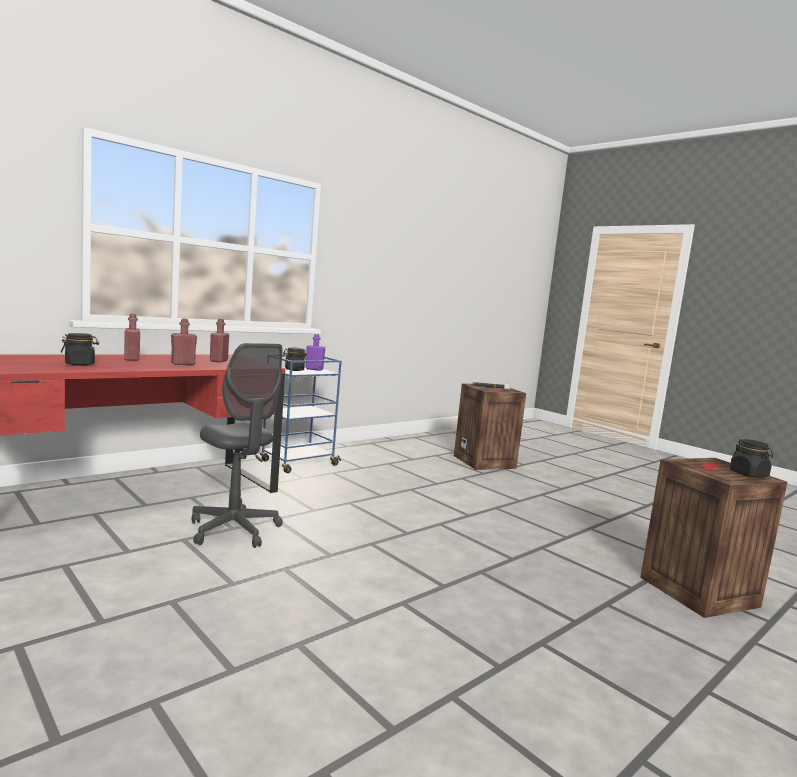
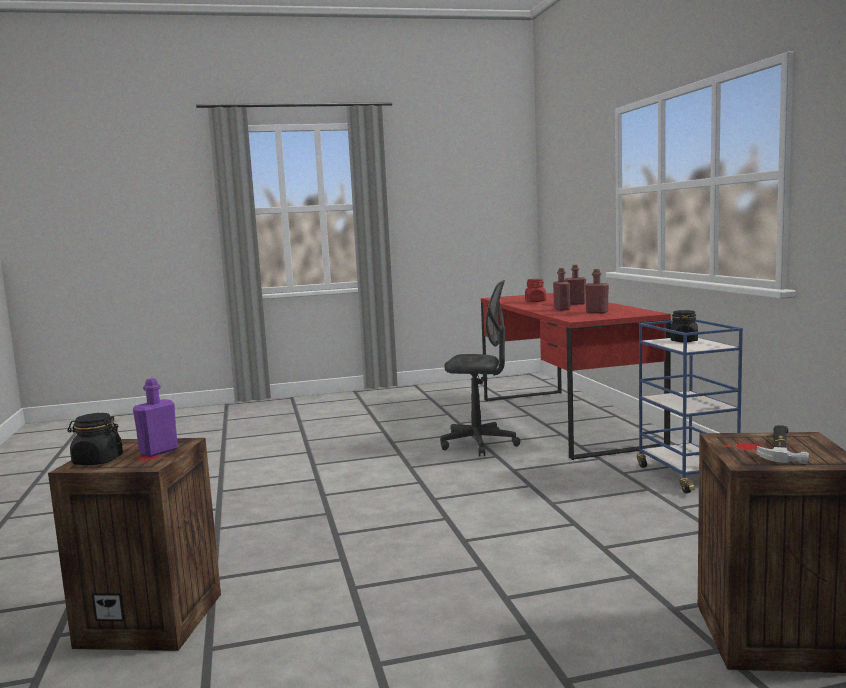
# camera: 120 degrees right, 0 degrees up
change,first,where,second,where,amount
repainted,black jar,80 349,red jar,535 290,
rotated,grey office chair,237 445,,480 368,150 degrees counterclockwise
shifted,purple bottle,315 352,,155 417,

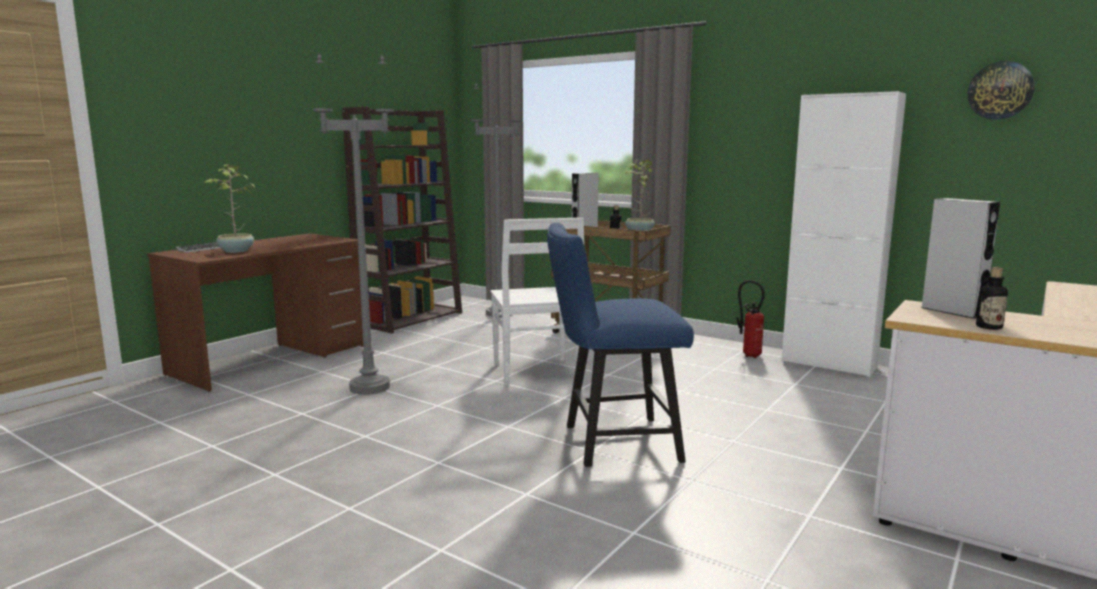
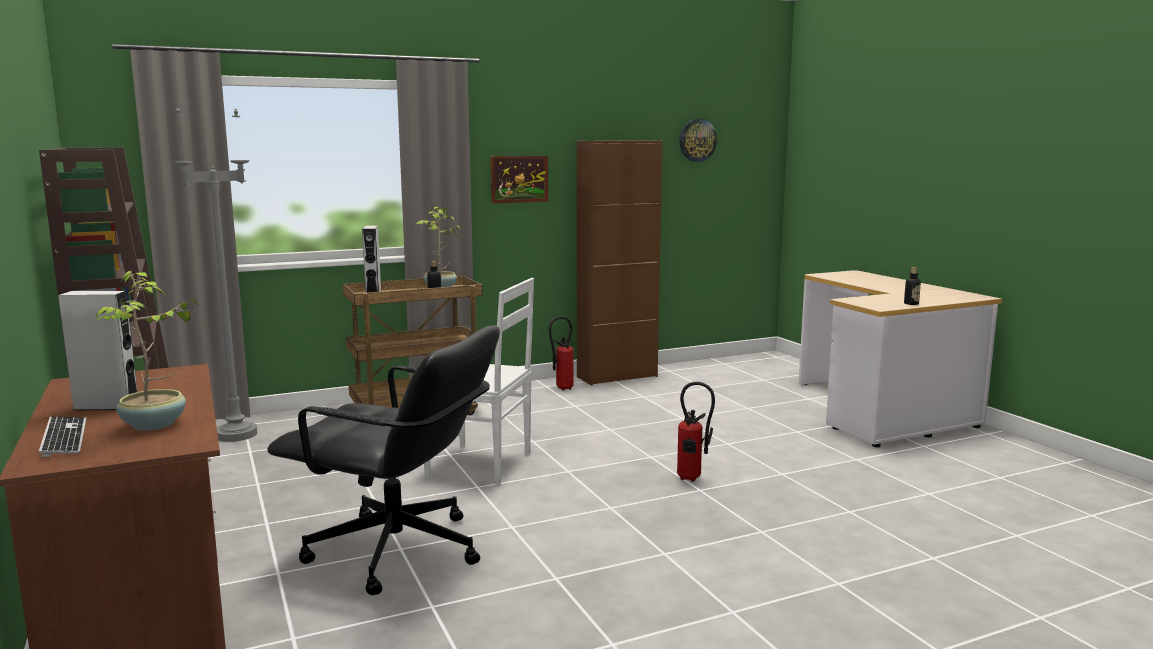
# camera: 60 degrees left, 0 degrees up
change,first,where,second,where,amount
swapped,grey floor lamp,353 224,black office chair,383 460,
swapped,blue chair,620 345,fire extinguisher,696 432,
repainted,white cabinet,843 234,brown cabinet,620 263,
shifted,grey speaker,960 258,,98 350,
new,,,picture,519 179,

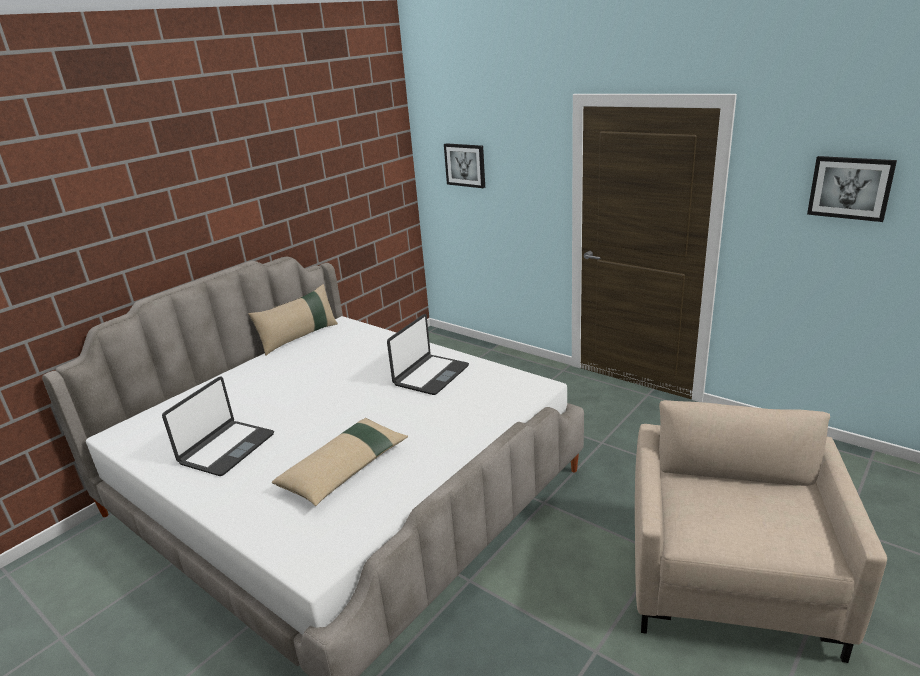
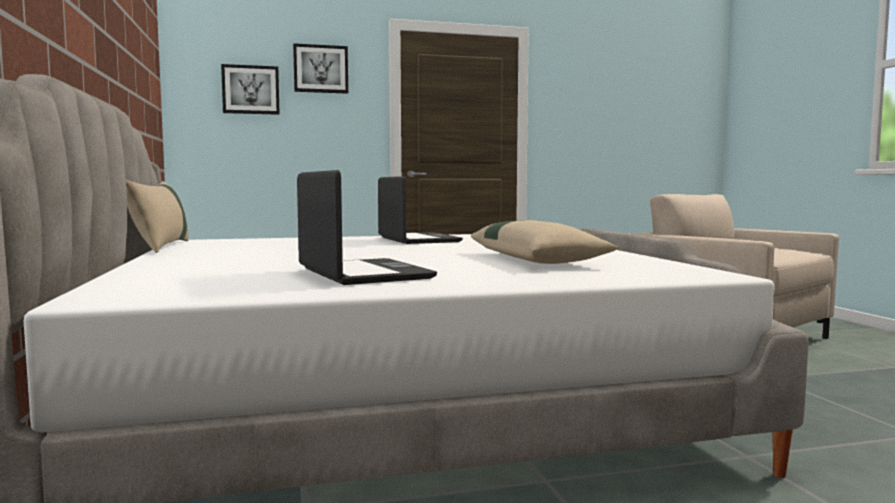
# camera: 55 degrees left, 20 degrees down
change,first,where,second,where,amount
shifted,picture,852 189,,320 68,

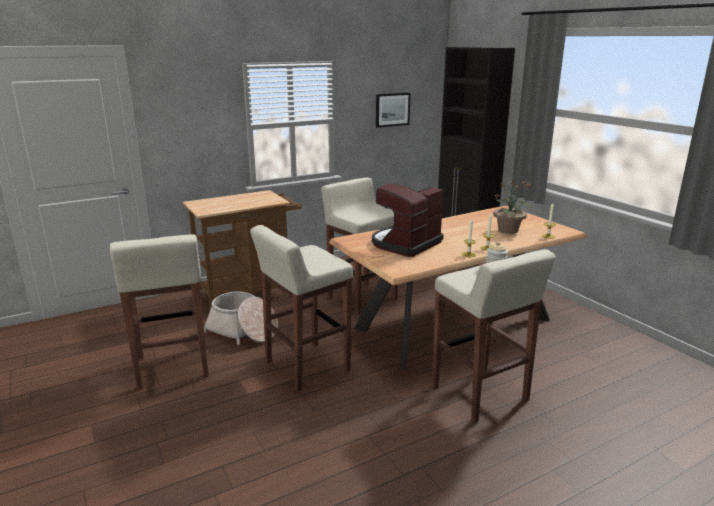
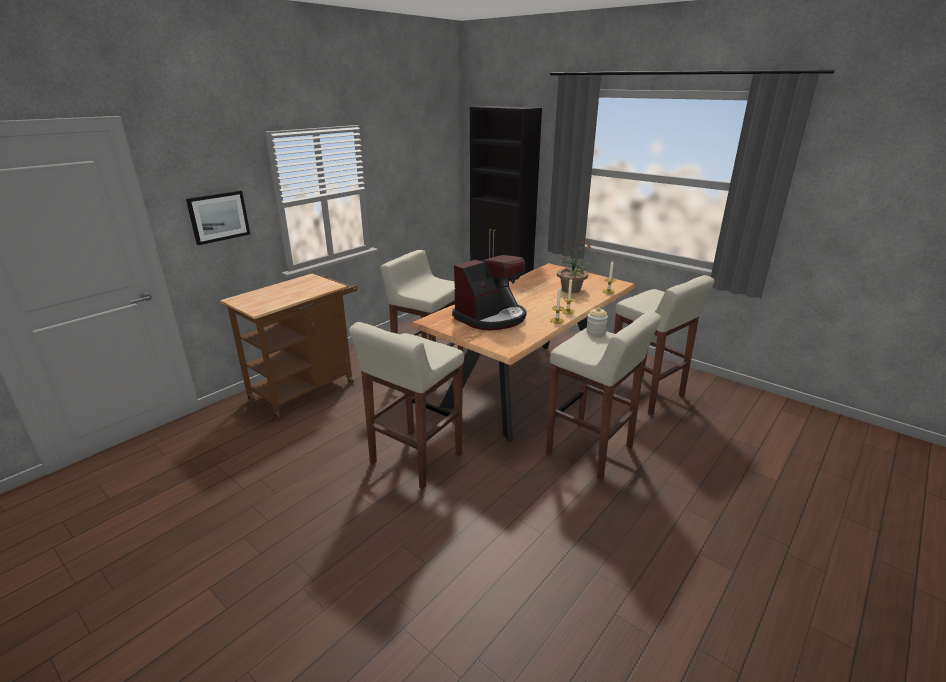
# camera: 20 degrees left, 5 degrees up
change,first,where,second,where,amount
shifted,beige stool,159 311,,664 345,
gone,basket,241 318,,,
rotated,coffee machine,408 220,,489 292,150 degrees counterclockwise
shifted,picture,393 110,,218 218,

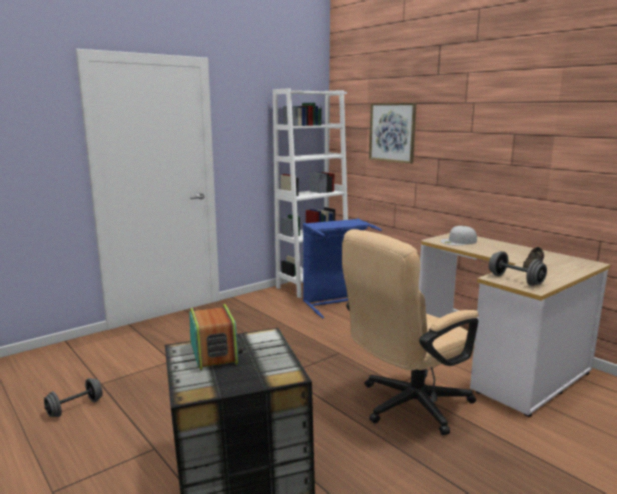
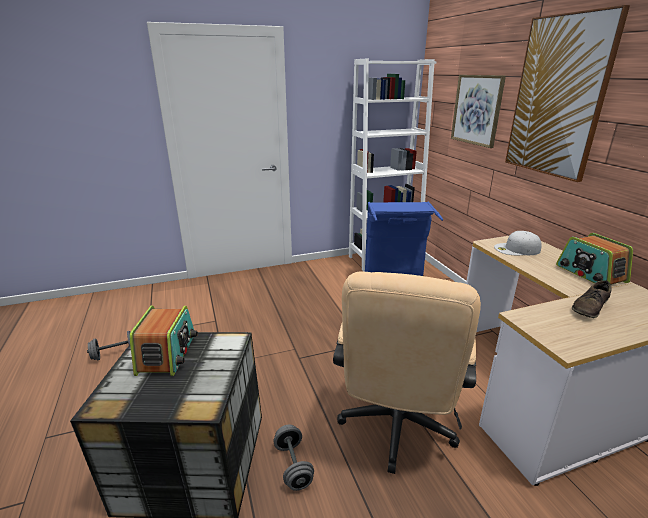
# camera: 20 degrees right, 10 degrees up
change,first,where,second,where,amount
rotated,beige office chair,410 332,,407 372,60 degrees counterclockwise
shifted,grey dumbbell,518 268,,294 458,
new,,,picture,567 93,
new,,,radio,594 259,

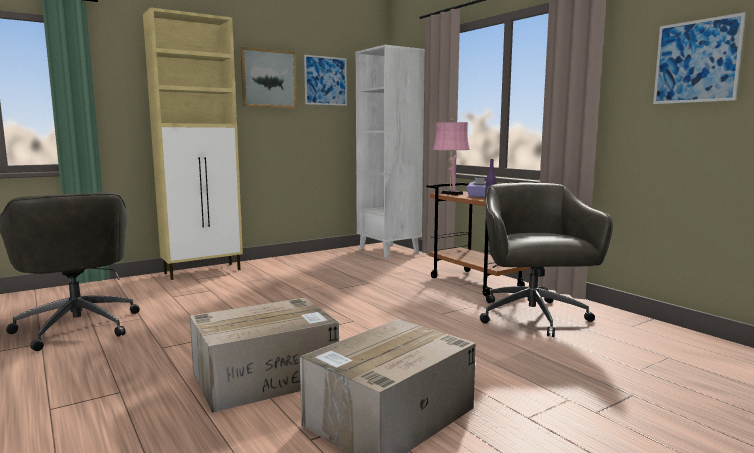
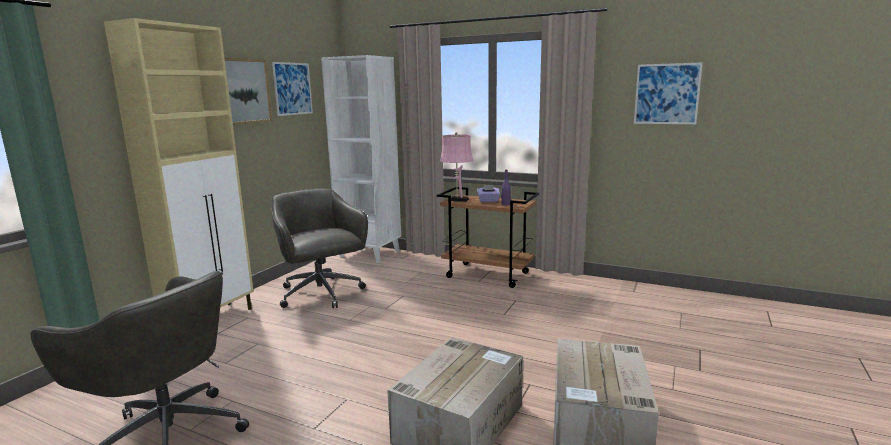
# camera: 30 degrees left, 5 degrees up
change,first,where,second,where,amount
shifted,grey office chair,546 260,,319 248,

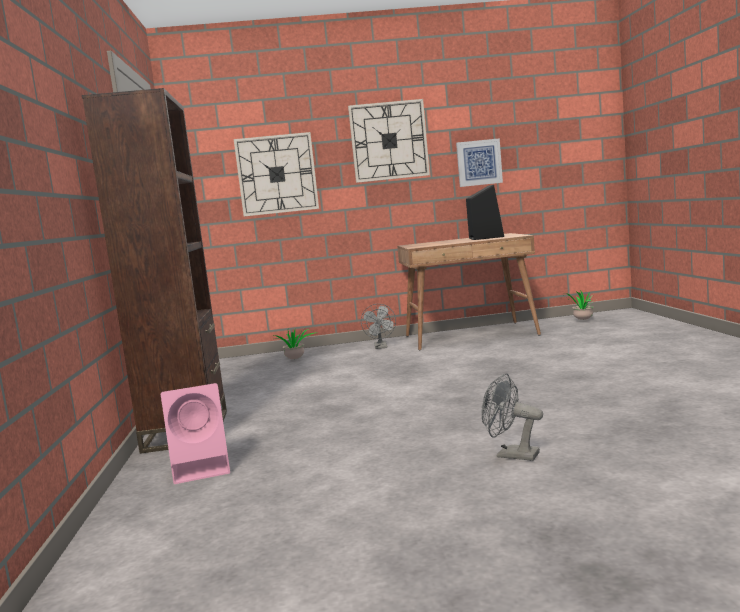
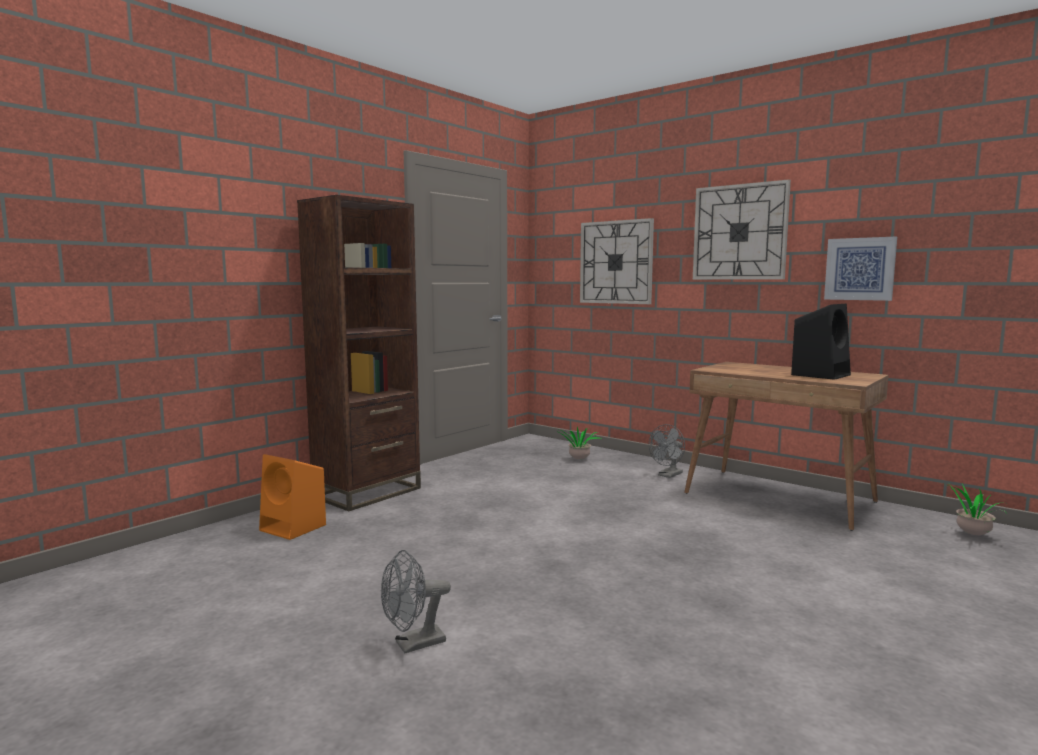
# camera: 45 degrees right, 0 degrees up
change,first,where,second,where,amount
repainted,pink speaker,195 433,orange speaker,292 497,
rotated,grey fan,512 417,,416 602,105 degrees counterclockwise

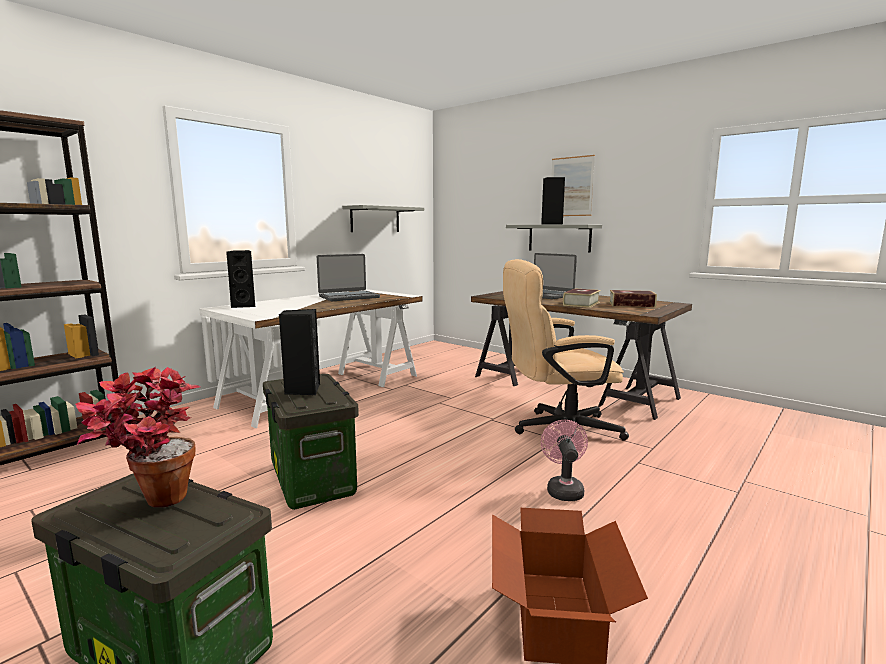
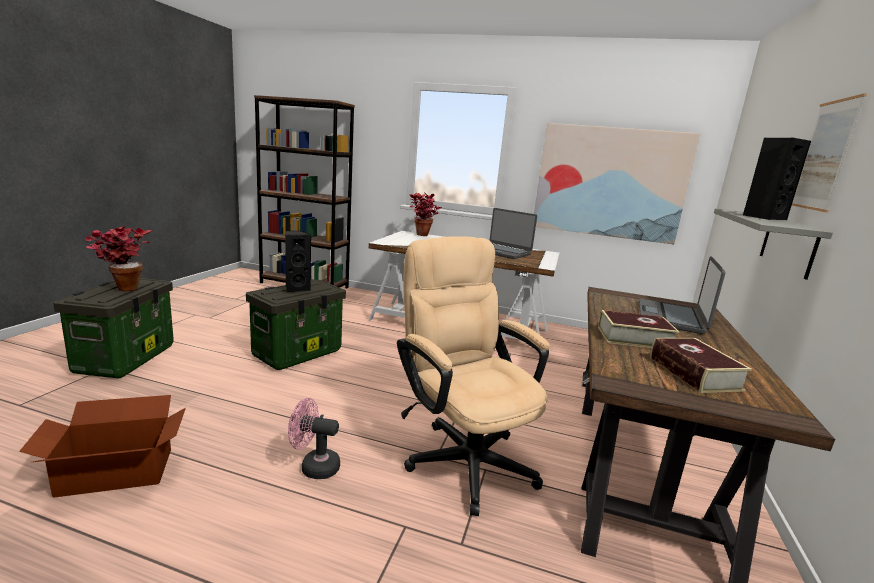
# camera: 65 degrees right, 5 degrees up
change,first,where,second,where,amount
swapped,black speaker,240 279,potted plant,425 214,
swapped,grey shelf,383 218,picture,617 183,
rotated,pink fan,564 460,,314 438,150 degrees counterclockwise

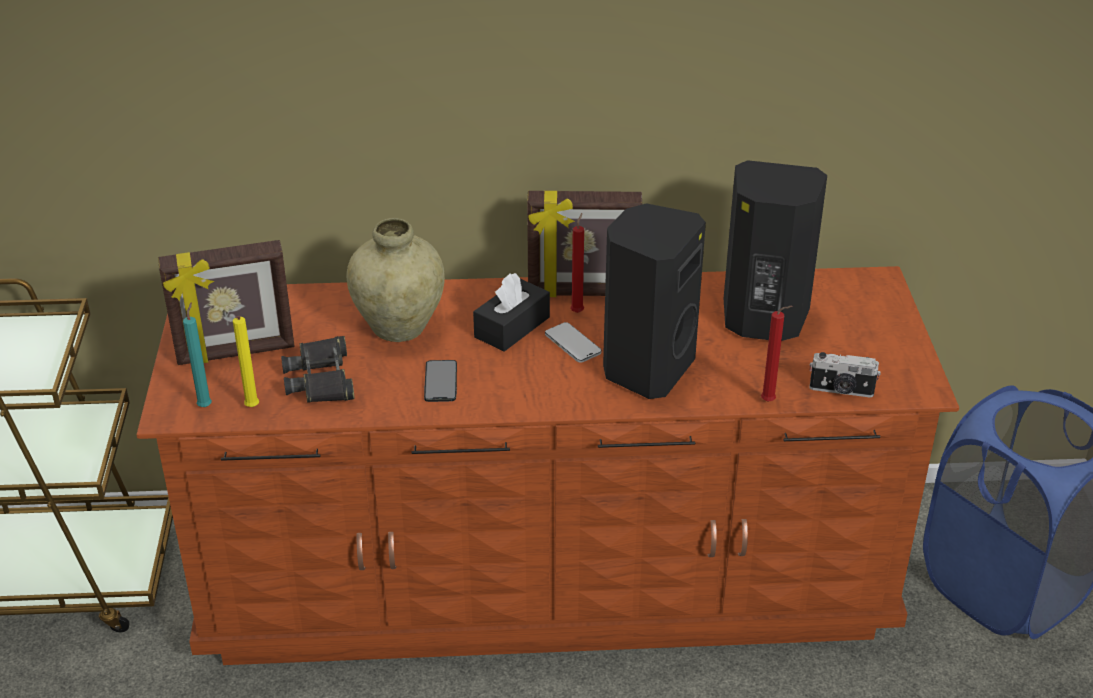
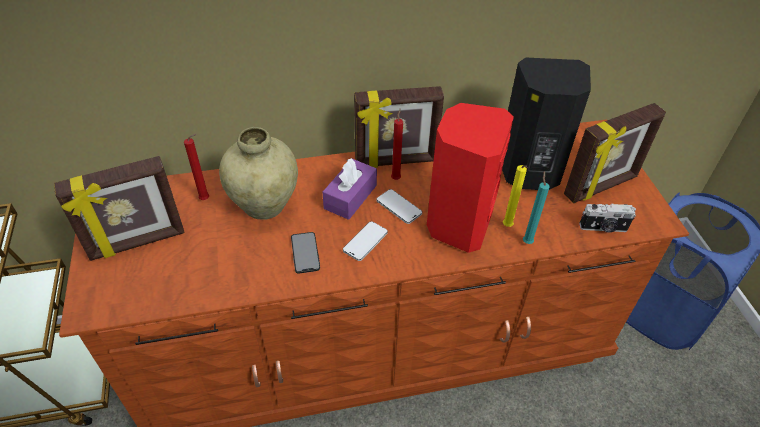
# camera: 10 degrees left, 10 degrees up
change,first,where,second,where,amount
shifted,turquoise candle,197 354,,536 207,
shifted,yellow candle,246 361,,515 196,
gone,black binoculars,318 369,,,
repainted,black tissue box,511 312,purple tissue box,349 189,
repainted,black speaker,654 301,red speaker,470 178,
shifted,red candle,777 354,,196 167,
new,,,phone,365 241,
new,,,picture frame,615 153,

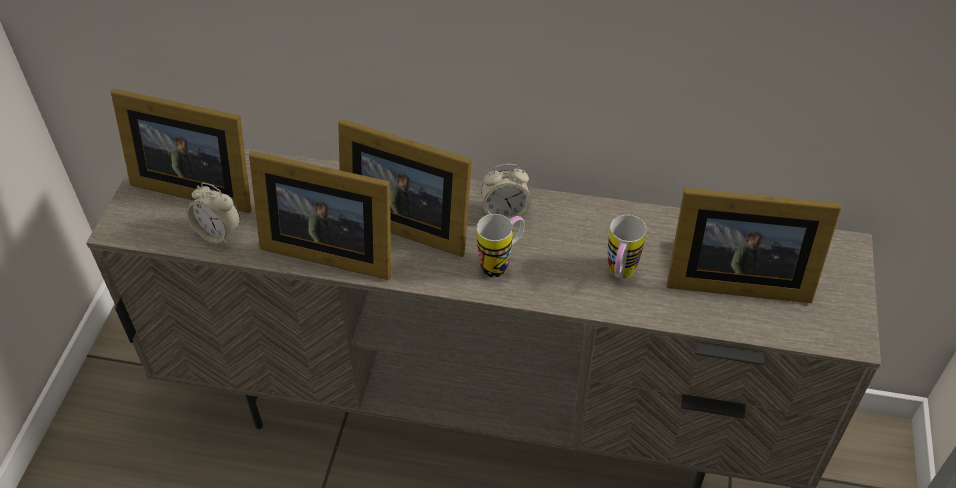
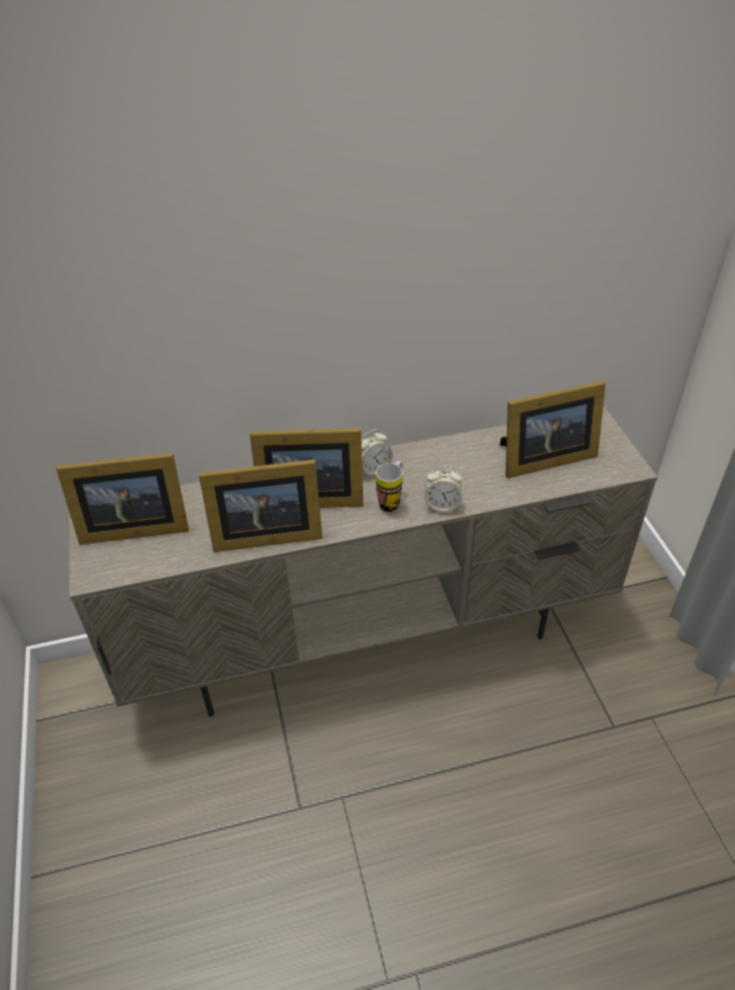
# camera: 25 degrees left, 5 degrees down
change,first,where,second,where,amount
shifted,alarm clock,213 214,,443 489,
gone,mug,627 246,,,

